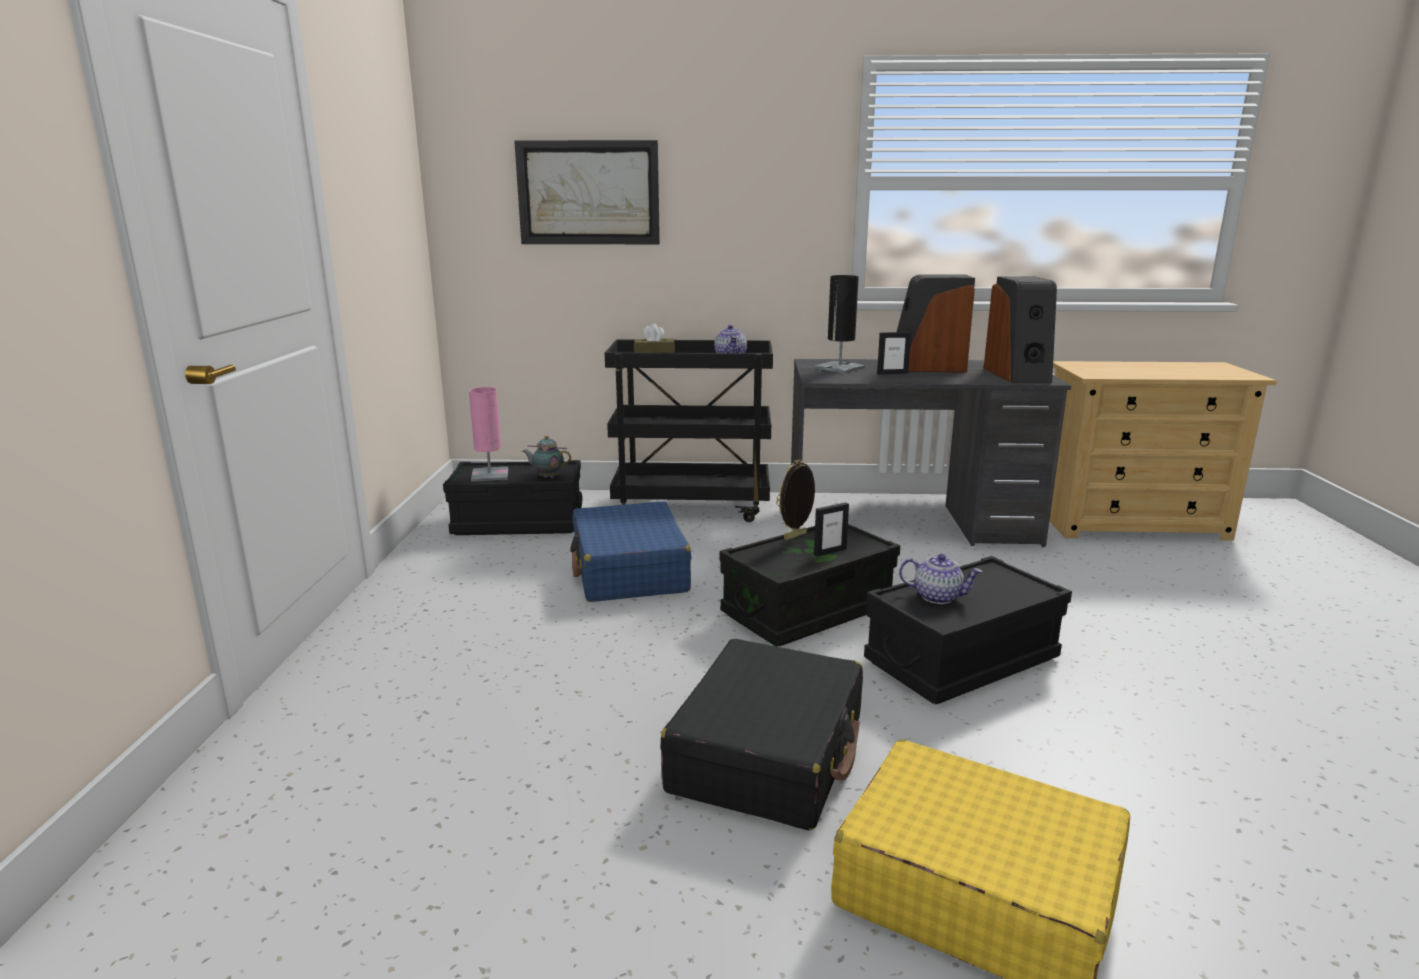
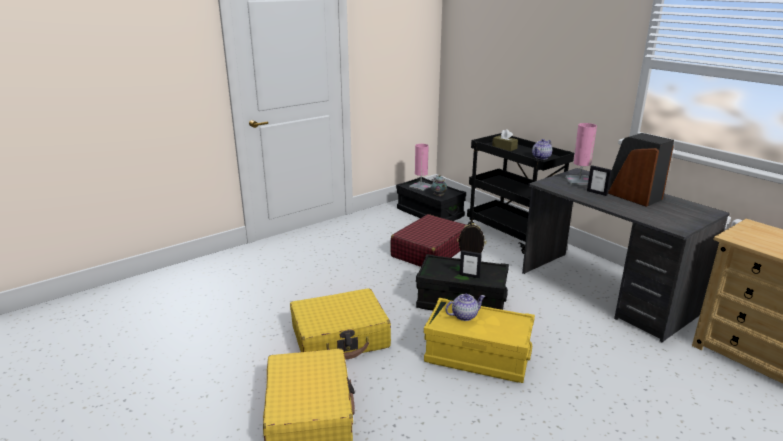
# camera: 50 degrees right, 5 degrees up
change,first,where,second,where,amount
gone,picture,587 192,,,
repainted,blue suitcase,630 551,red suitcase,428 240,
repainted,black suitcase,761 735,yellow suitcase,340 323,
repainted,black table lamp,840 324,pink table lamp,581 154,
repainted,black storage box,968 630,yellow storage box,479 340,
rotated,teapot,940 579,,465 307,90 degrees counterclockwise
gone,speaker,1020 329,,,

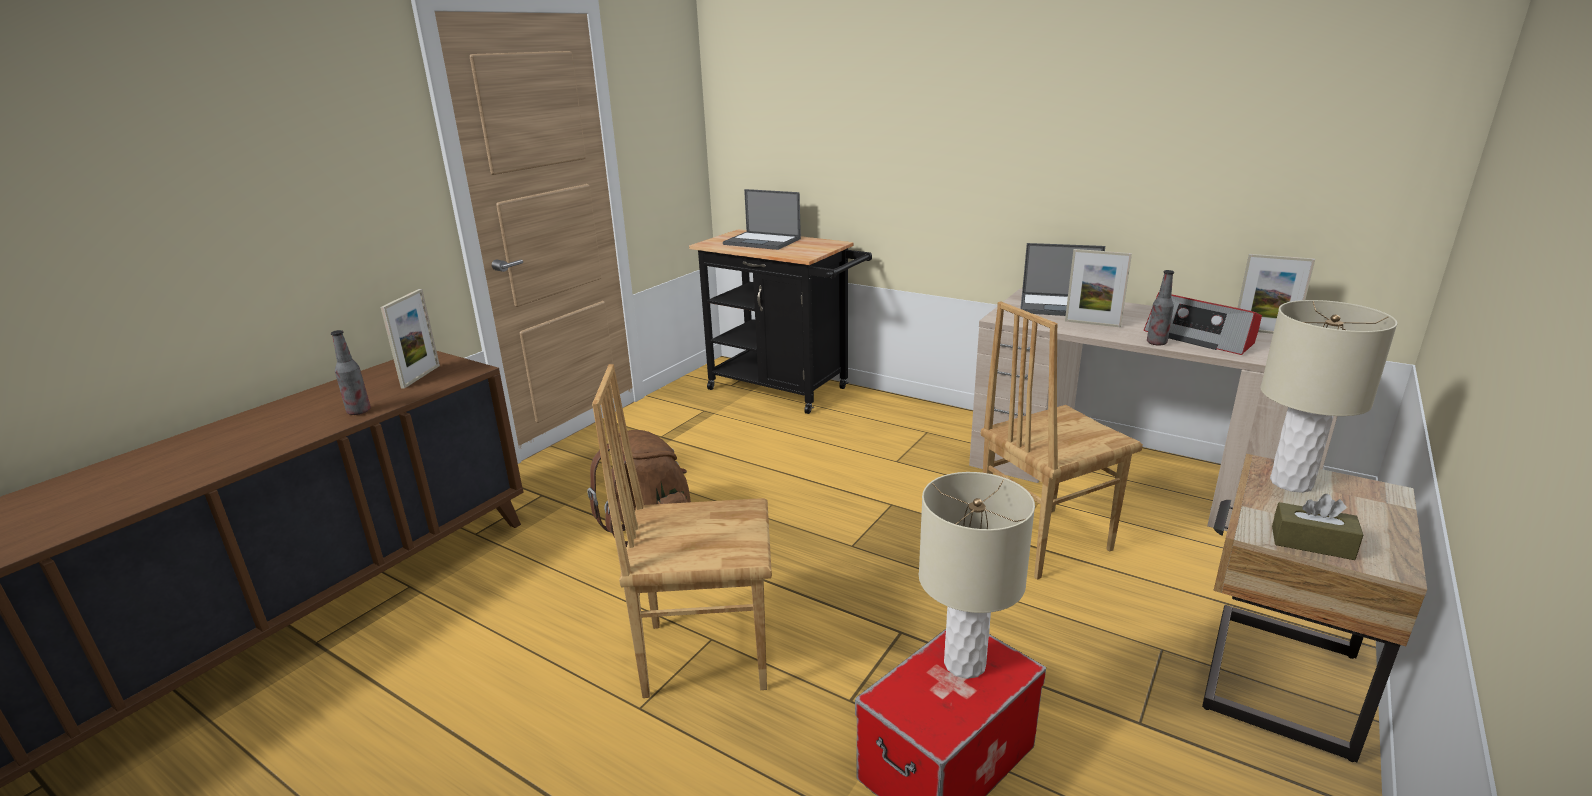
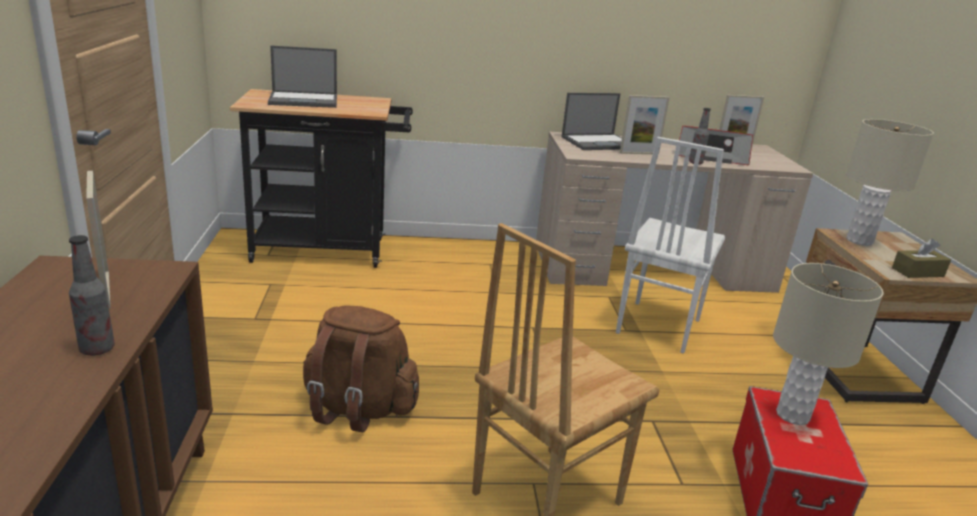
# camera: 40 degrees left, 0 degrees up
change,first,where,second,where,amount
repainted,brown chair,1062 440,white chair,670 245,

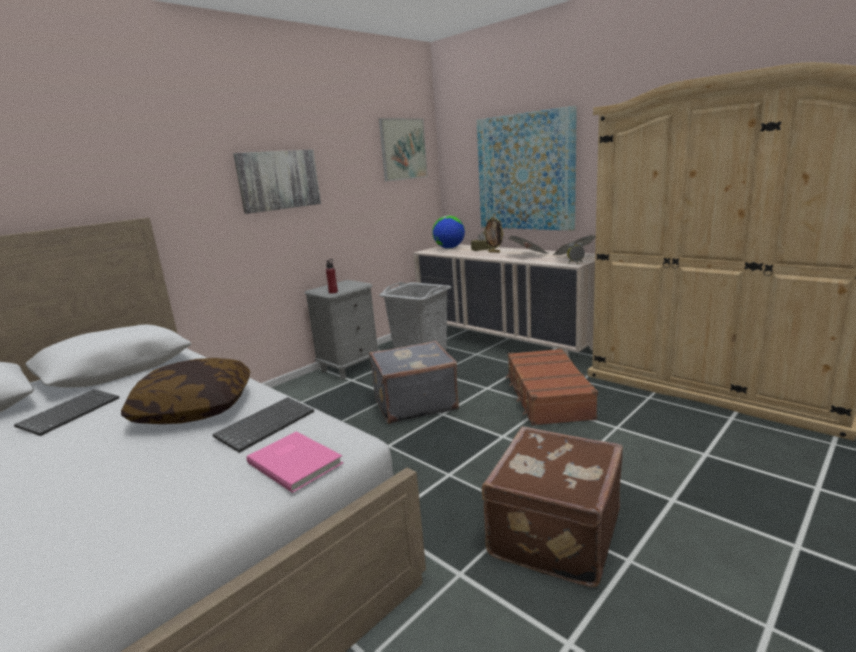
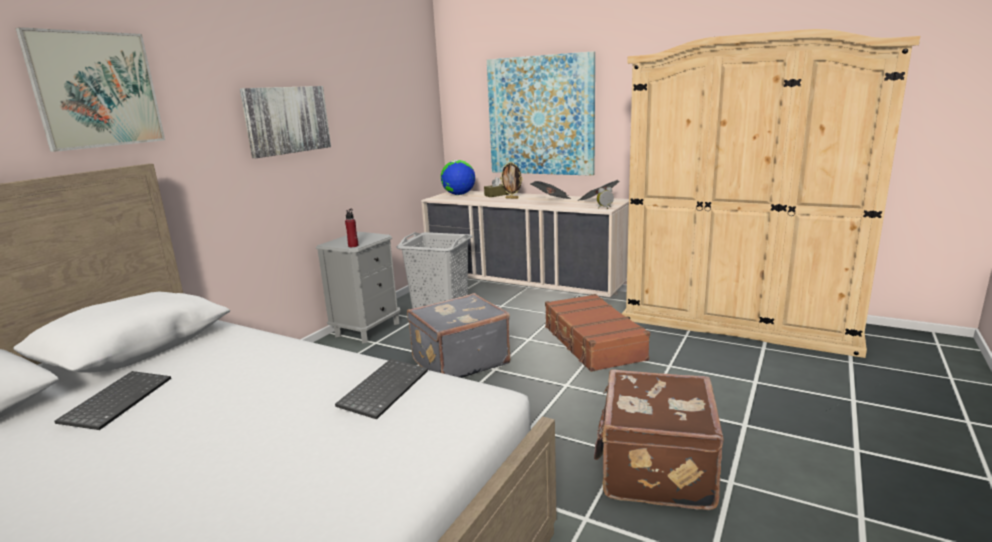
# camera: 15 degrees left, 0 degrees up
change,first,where,second,where,amount
gone,pillow,185 391,,,
gone,pink book,294 462,,,
shifted,picture,403 150,,90 89,

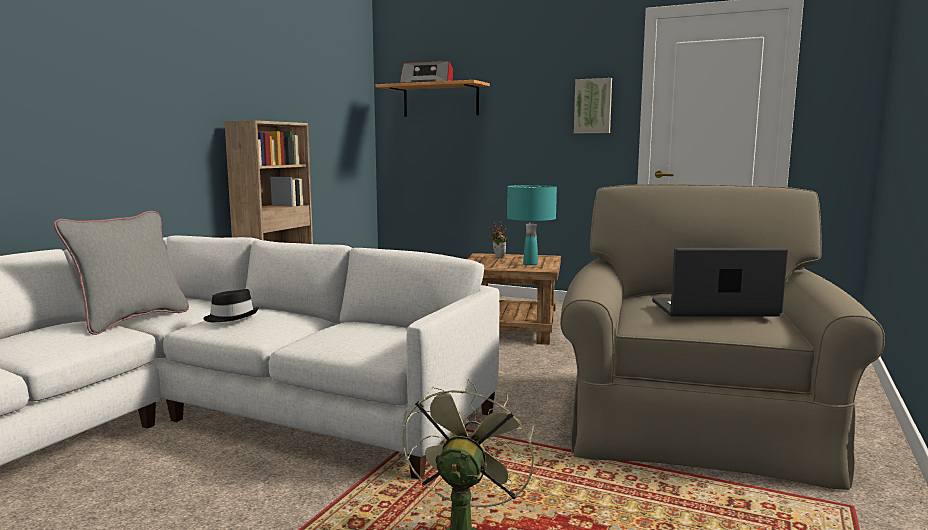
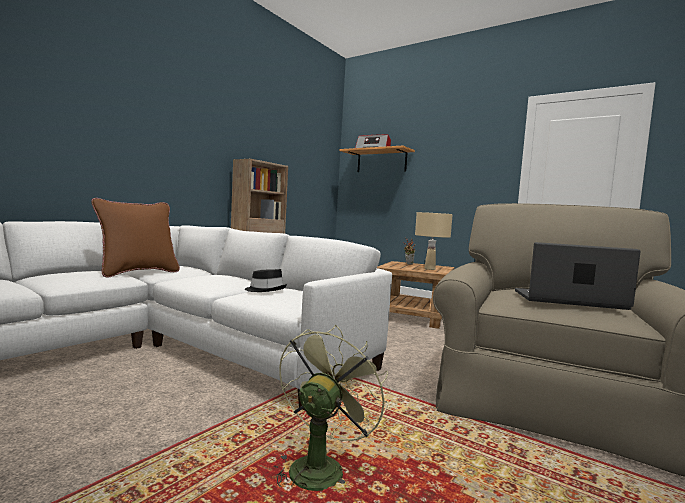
# camera: 10 degrees right, 5 degrees down
change,first,where,second,where,amount
repainted,grey pillow,121 273,brown pillow,135 238,
shifted,black hat,231 305,,266 280,
repainted,turquoise table lamp,532 225,beige table lamp,434 241,
gone,picture,593 105,,,

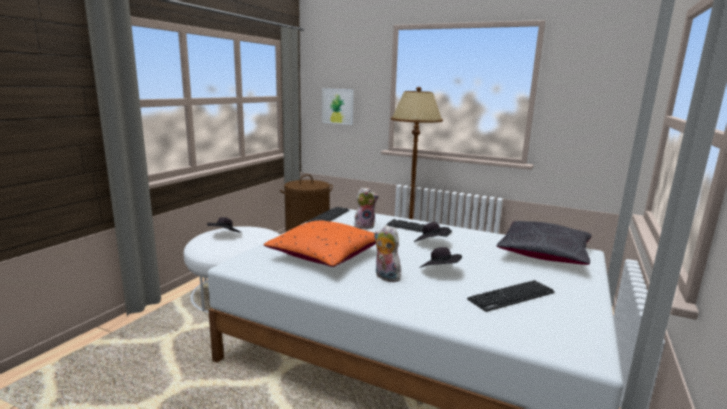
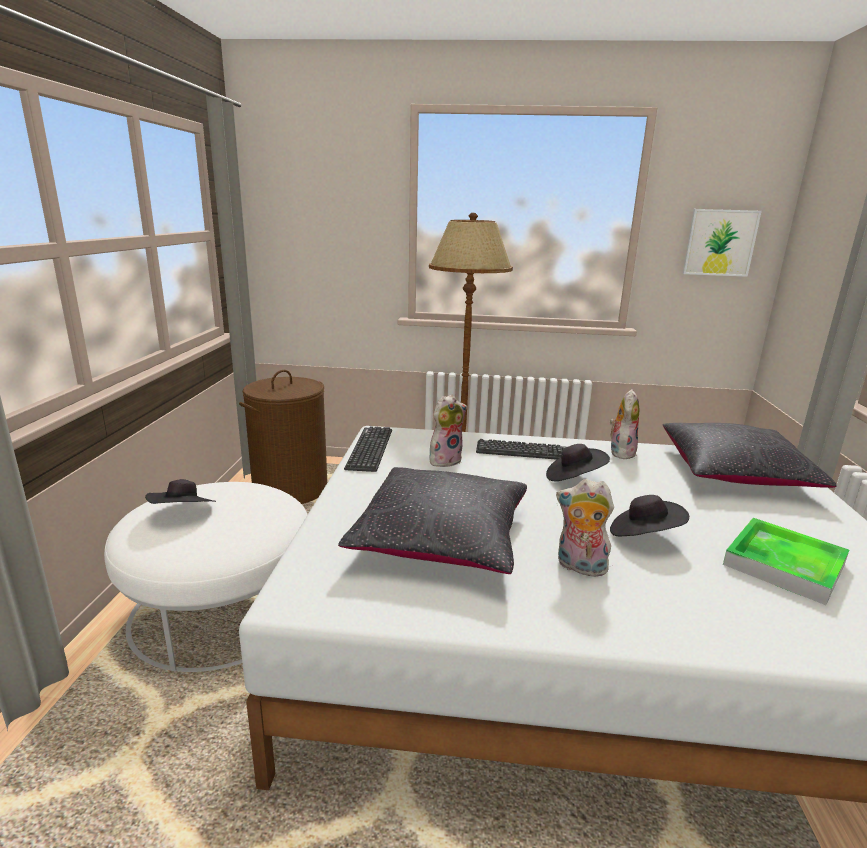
# camera: 20 degrees left, 5 degrees up
change,first,where,second,where,amount
repainted,orange pillow,319 244,black pillow,432 520,
shifted,picture,338 106,,722 243,
swapped,keyboard,510 296,tray,786 561,
new,,,plush toy,624 424,

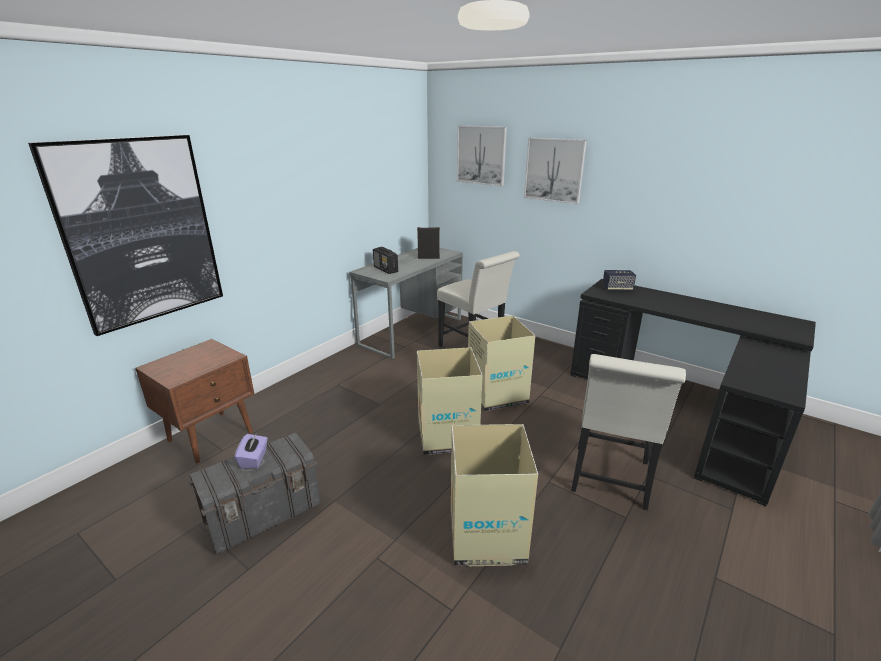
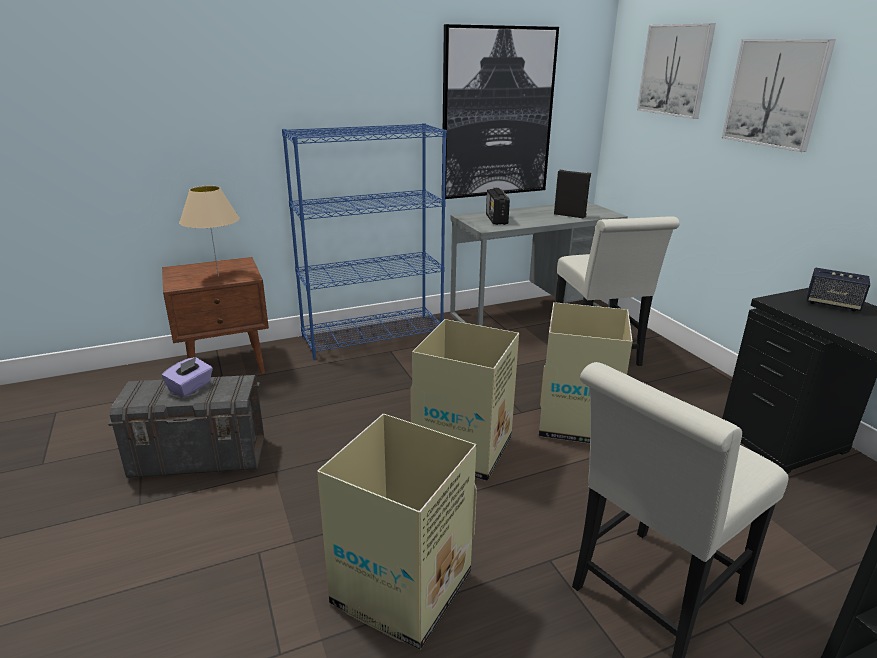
# camera: 30 degrees right, 0 degrees up
change,first,where,second,where,amount
shifted,picture,125 235,,500 111,
new,,,beige table lamp,209 231,
new,,,blue bookcase,364 241,

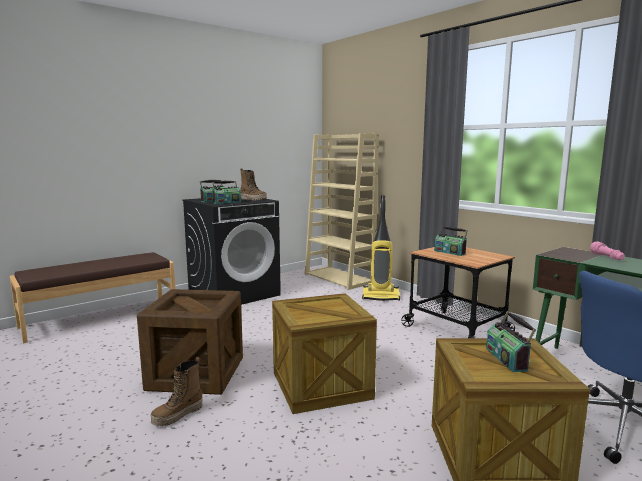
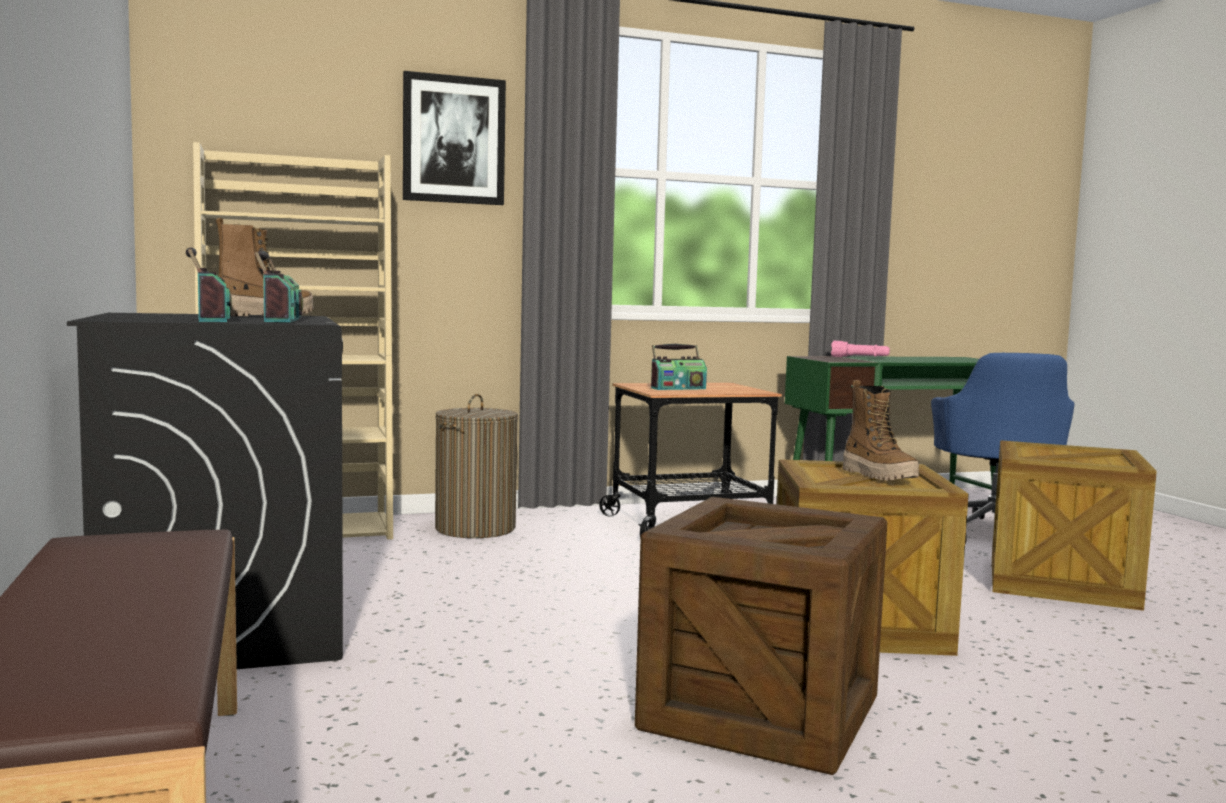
# camera: 70 degrees left, 5 degrees down
change,first,where,second,where,amount
shifted,boot,177 391,,880 430,
swapped,vacuum cleaner,381 248,laundry basket,476 466,
gone,radio,511 341,,,
new,,,picture,454 138,

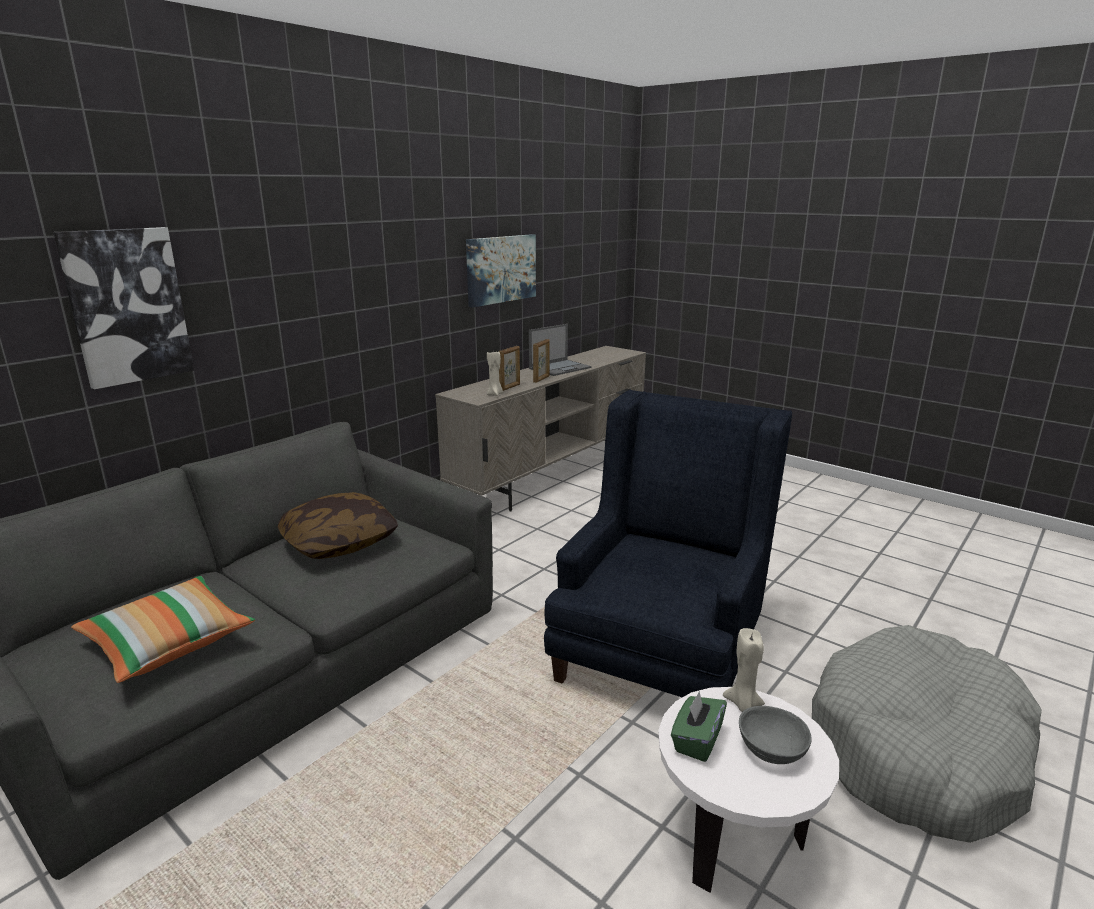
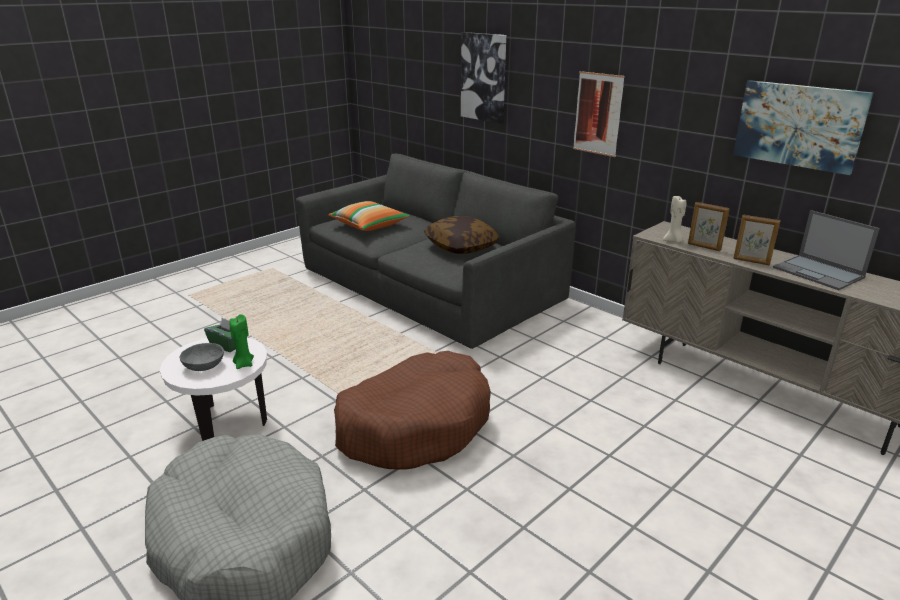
# camera: 95 degrees right, 5 degrees up
change,first,where,second,where,amount
swapped,blue armchair,668 543,brown dog bed,412 410,
repainted,beige candle,744 670,green candle,241 341,
new,,,picture,599 114,

